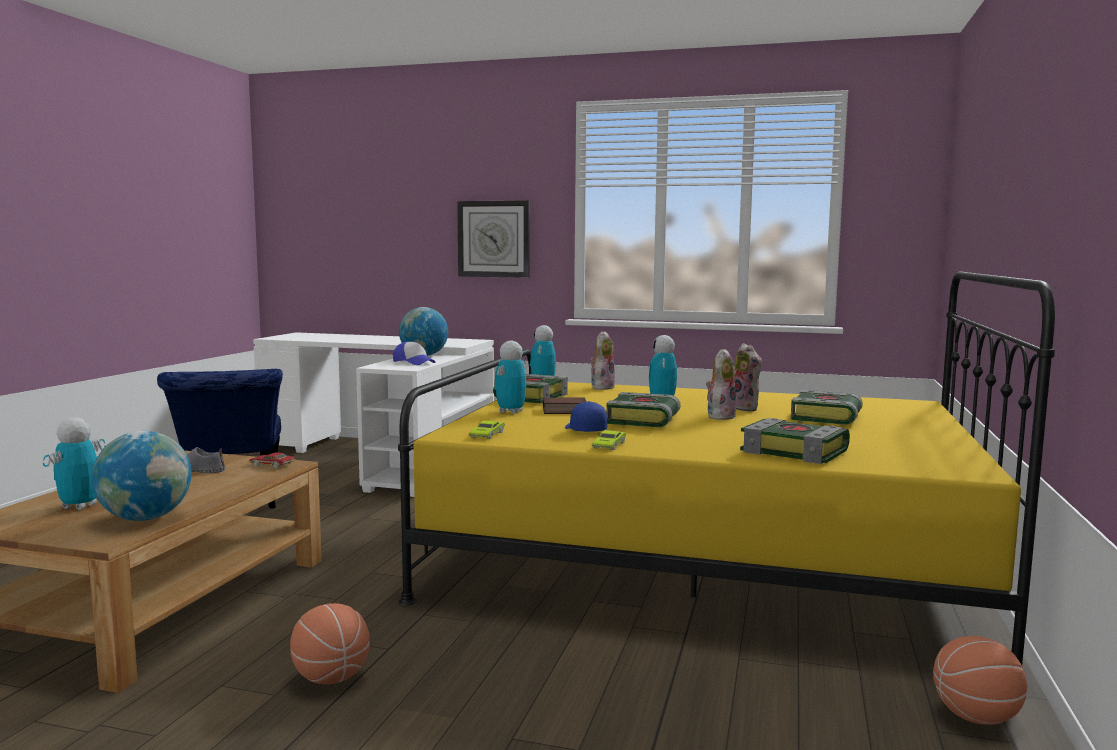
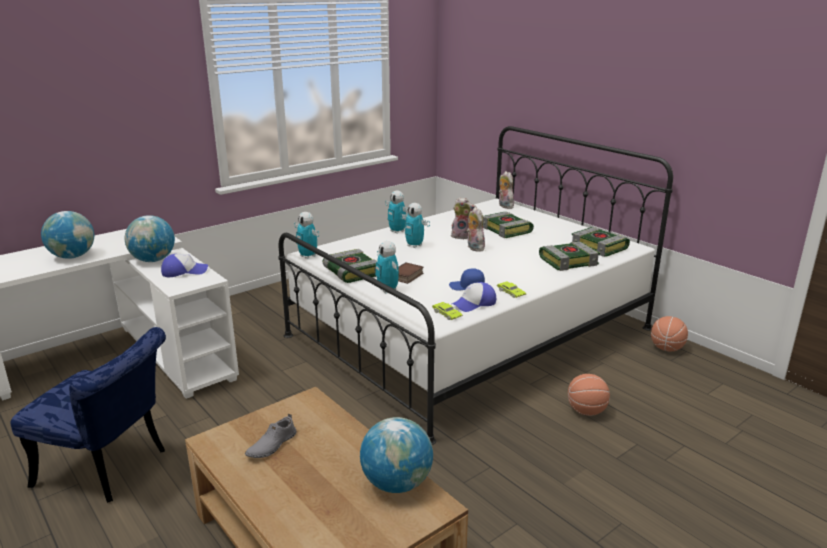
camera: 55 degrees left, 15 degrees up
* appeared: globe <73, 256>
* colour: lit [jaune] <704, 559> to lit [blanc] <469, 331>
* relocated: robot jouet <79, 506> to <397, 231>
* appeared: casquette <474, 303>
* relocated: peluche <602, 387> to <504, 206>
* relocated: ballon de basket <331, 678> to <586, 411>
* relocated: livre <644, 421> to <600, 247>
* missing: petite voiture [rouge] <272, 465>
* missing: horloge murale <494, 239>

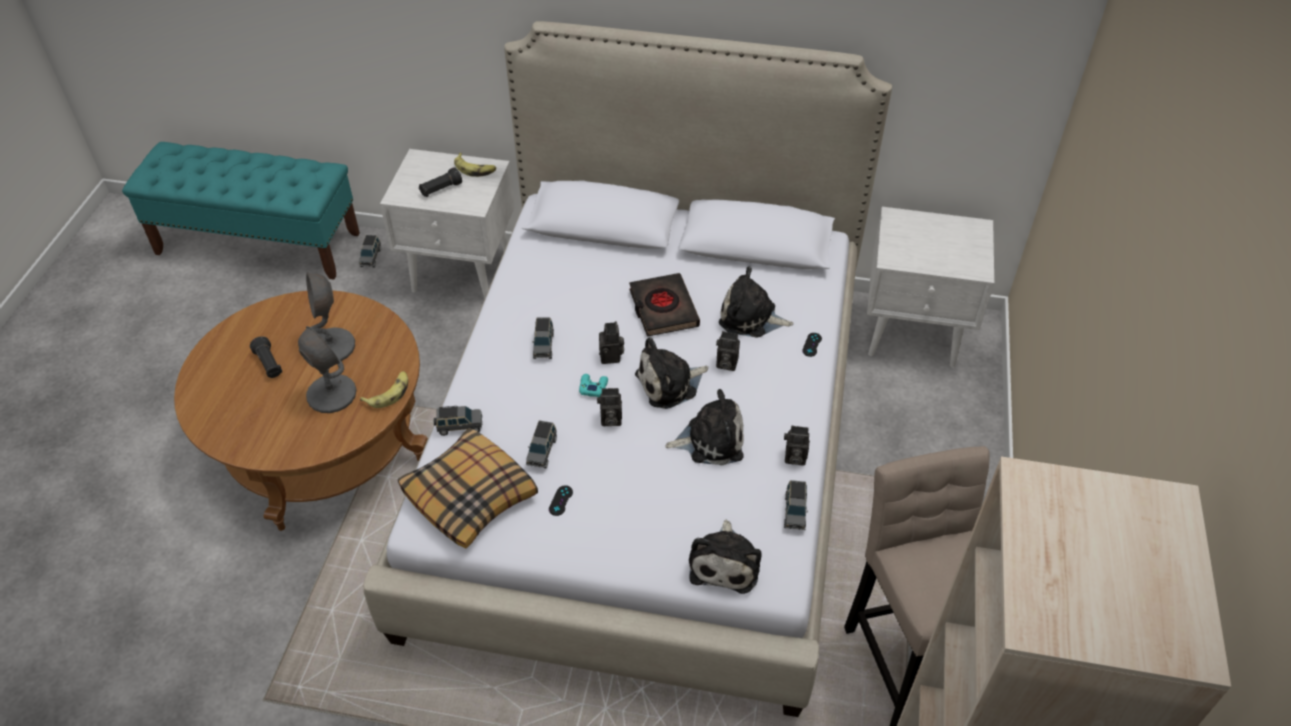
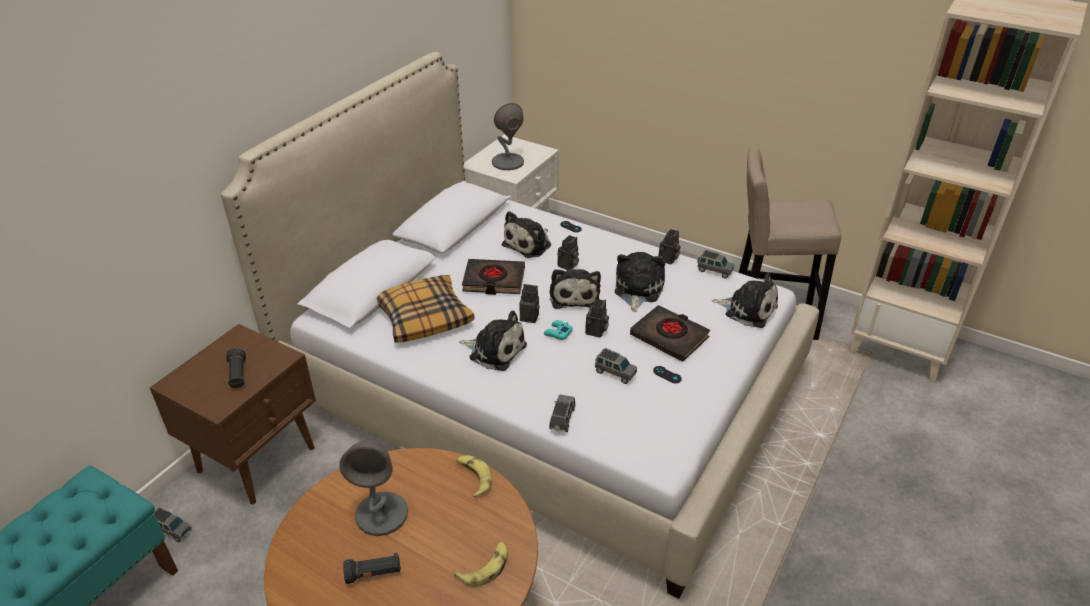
camera: 70 degrees left, 10 degrees down
* colour: table de chevet [blanc] <462, 272> to table de chevet [marron] <258, 458>
* relocated: coussin <470, 495> to <424, 317>
* relocated: banane <475, 169> to <486, 567>
* exchanged: petite voiture [gris] <543, 345> to peluche <495, 350>
* relocated: lampe de table [gris] <331, 394> to <507, 162>
* appeared: livre [noir] <669, 337>

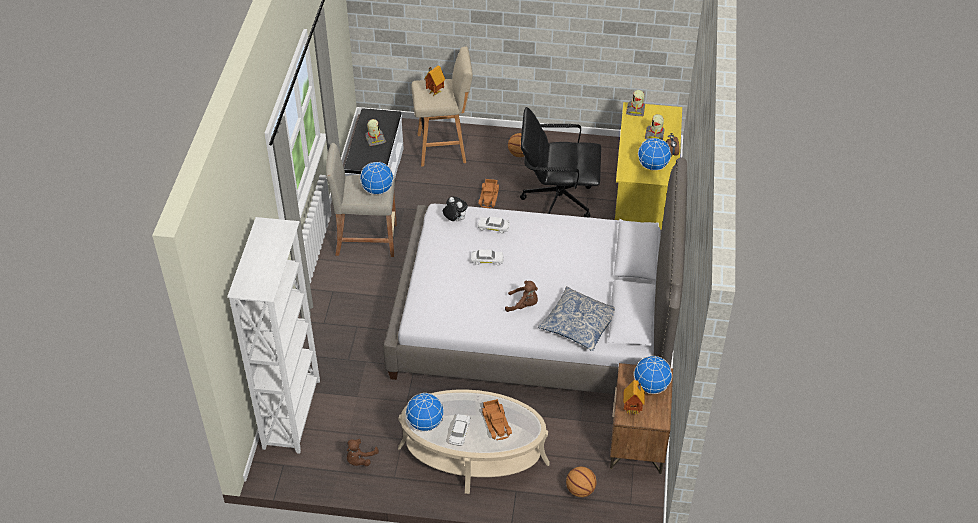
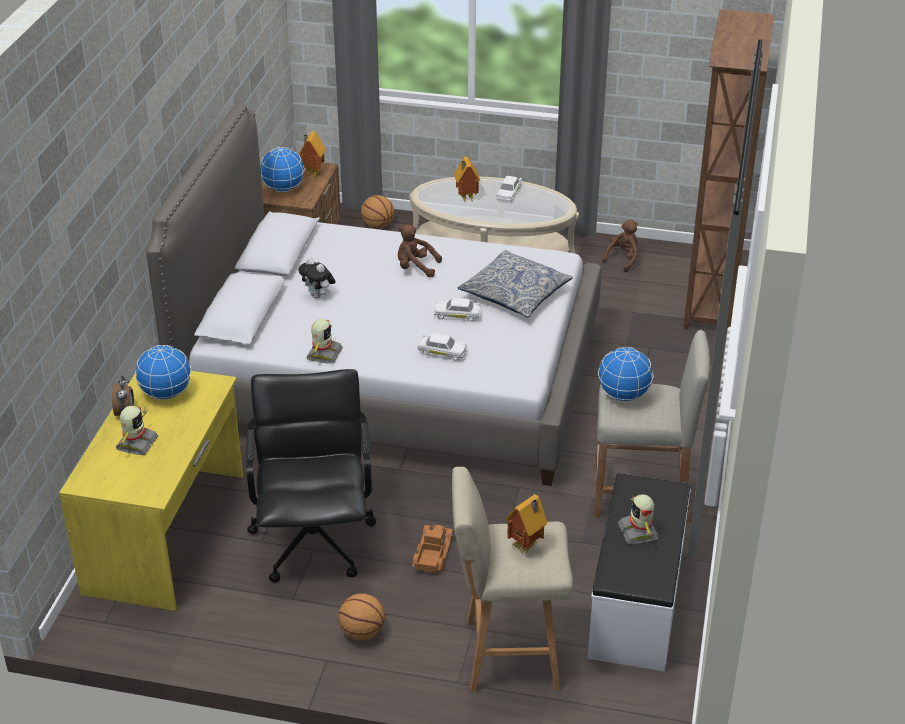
camera: 175 degrees left, 10 degrees down
* spun: chaise de bureau [noir] <557, 200> = <314, 540> 105 degrees counterclockwise
* relocated: peluche <455, 220> to <318, 295>
* relocated: robot jouet <636, 110> to <323, 354>
* exchanged: camion jouet <497, 423> to maison miniature <466, 198>
* relocated: coussin <579, 324> to <515, 293>
* colour: bibliothèque [blanc] <293, 413> to bibliothèque [marron] <710, 300>
* missing: globe <425, 423>

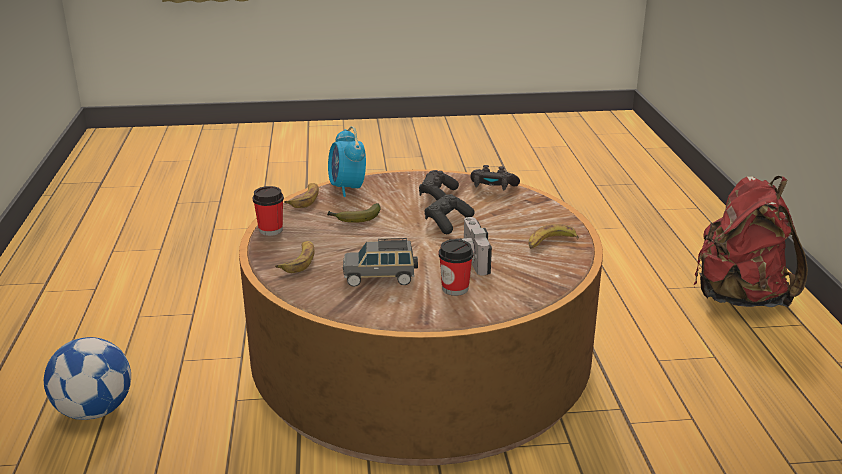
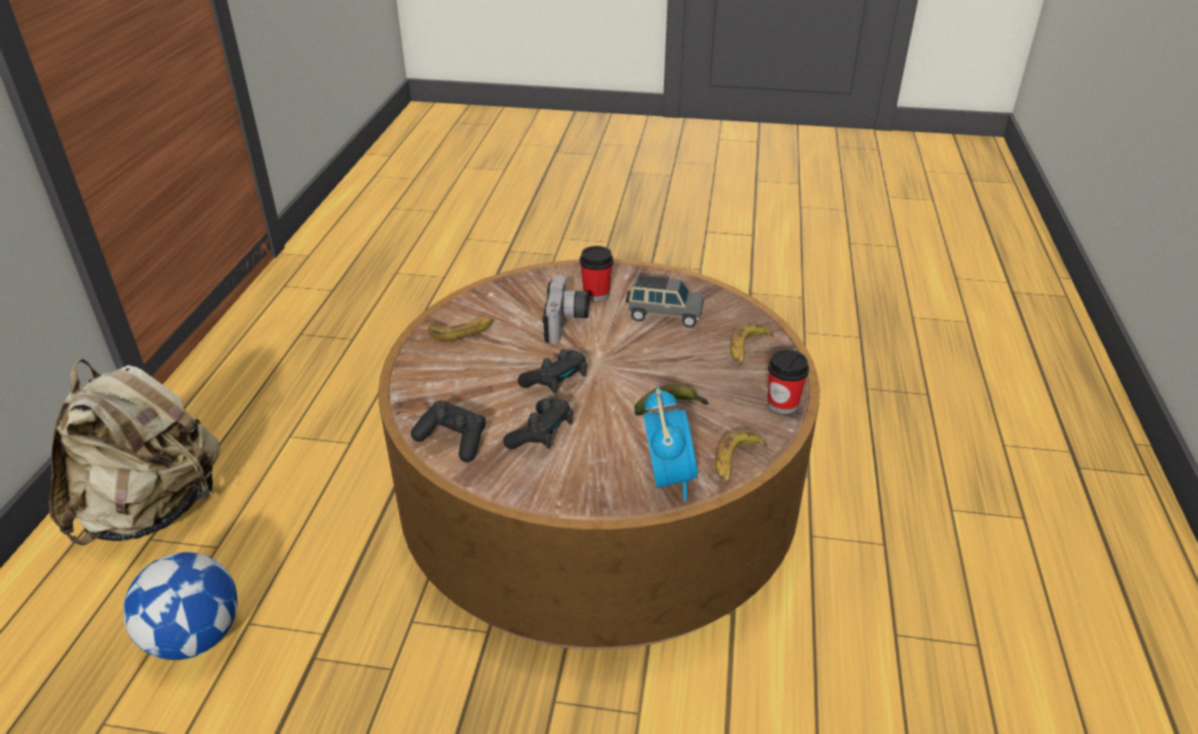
camera: 165 degrees left, 10 degrees up
* colour: sac à dos [rouge] <739, 297> to sac à dos [beige] <153, 511>
* relocated: ballon de foot <95, 410> to <195, 638>

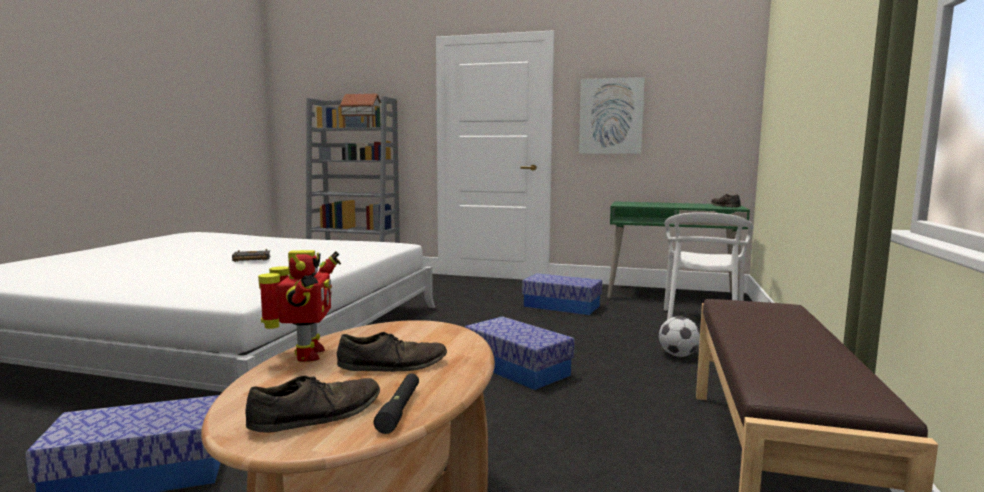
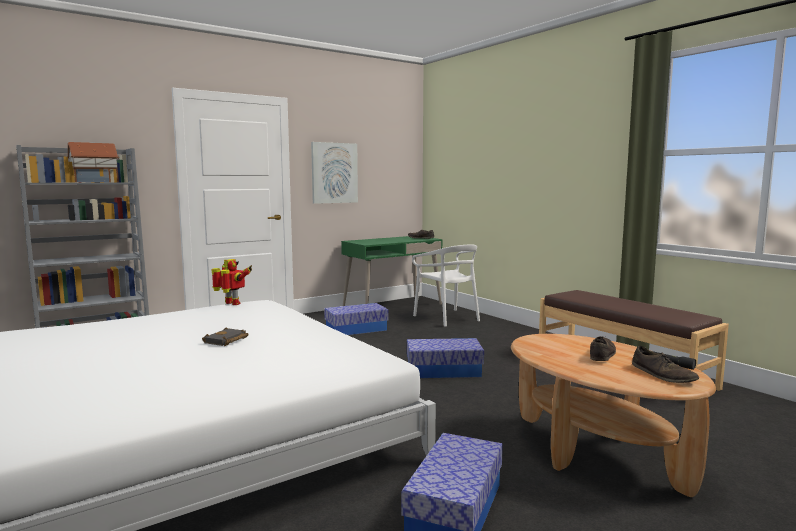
camera: 50 degrees left, 0 degrees up
* relocated: robot jouet <306, 355> to <231, 304>
* spun: chaussure [marron] <317, 415> = <663, 375> 150 degrees clockwise
* missing: ballon de foot <678, 355>

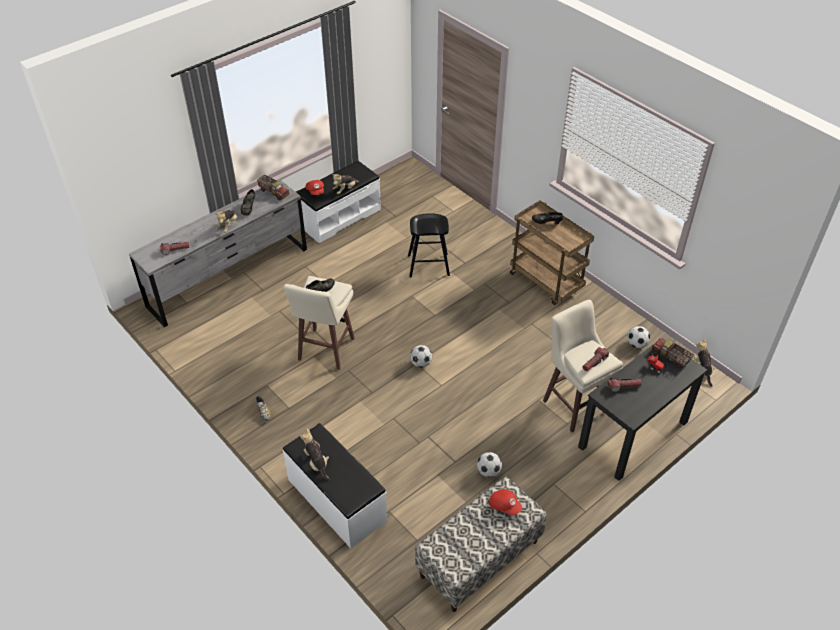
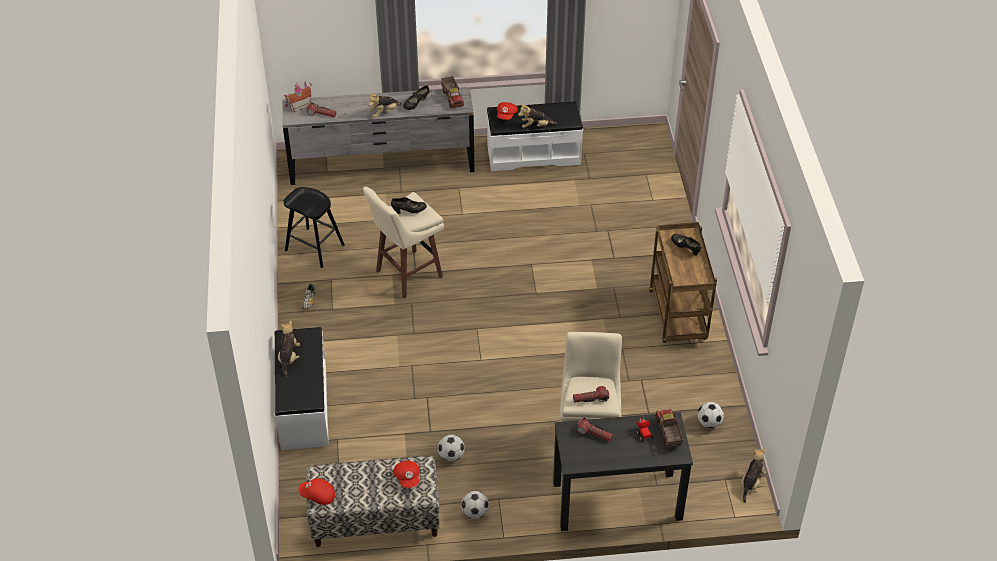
camera: 35 degrees right, 0 degrees up
* relocated: tabouret [noir] <428, 265> to <314, 247>
* appeared: maison miniature <299, 106>
* appeared: casquette [rouge] <317, 496>
* relocated: ballon de foot <421, 363> to <475, 512>

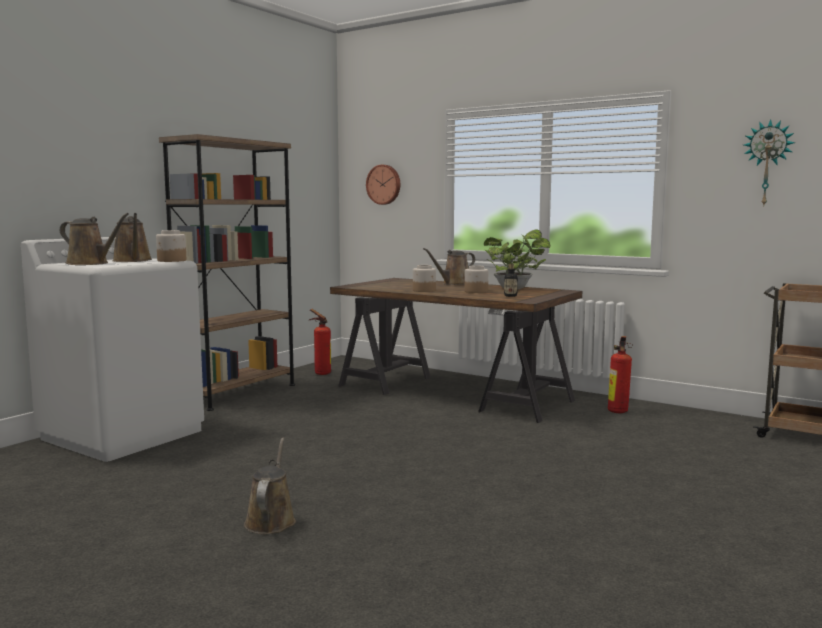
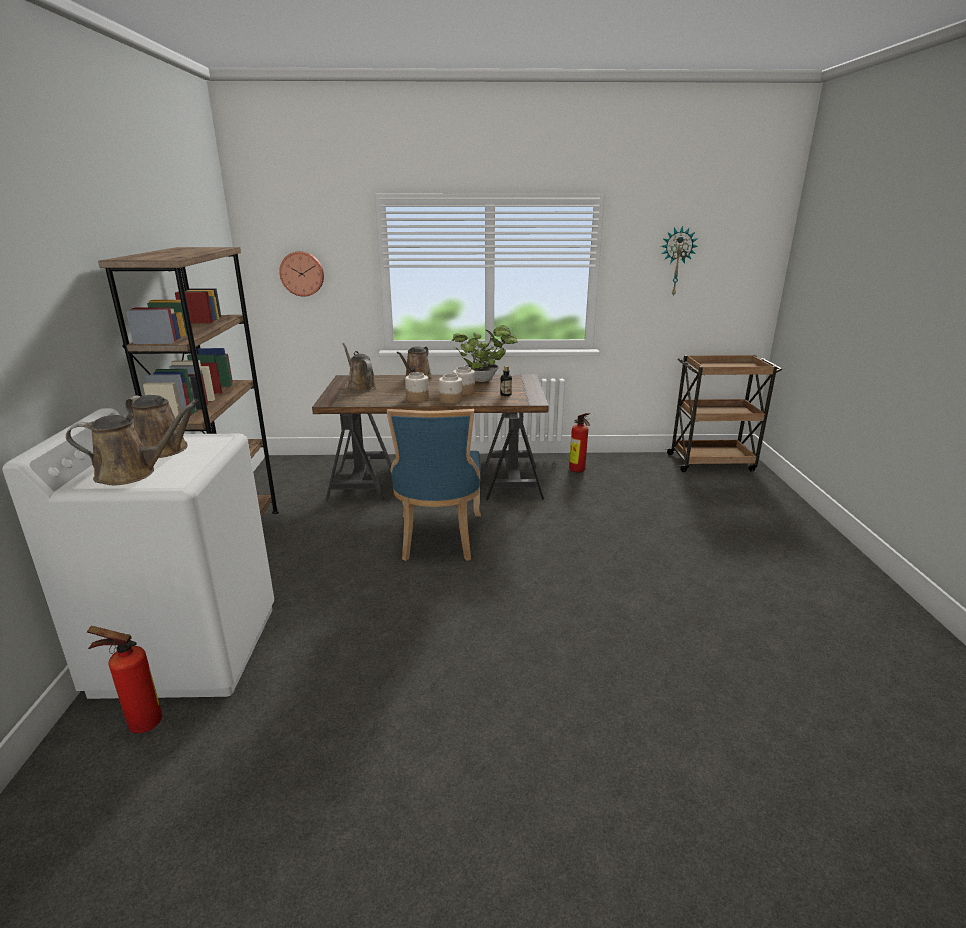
camera: 35 degrees left, 15 degrees up
* relocated: extincteur <320, 373> to <140, 723>
* relocated: arrosoir [marron] <271, 520> to <360, 386>
* appeared: chaise [bleu] <439, 538>
* relocated: bocal <171, 260> to <451, 400>

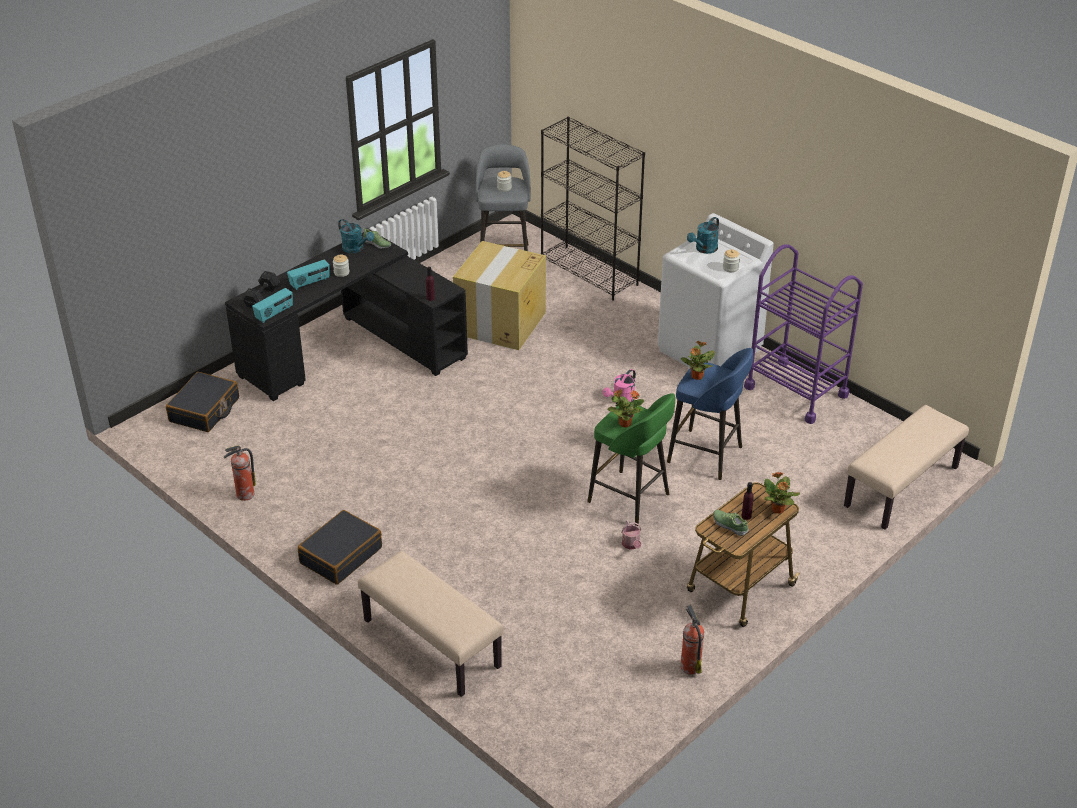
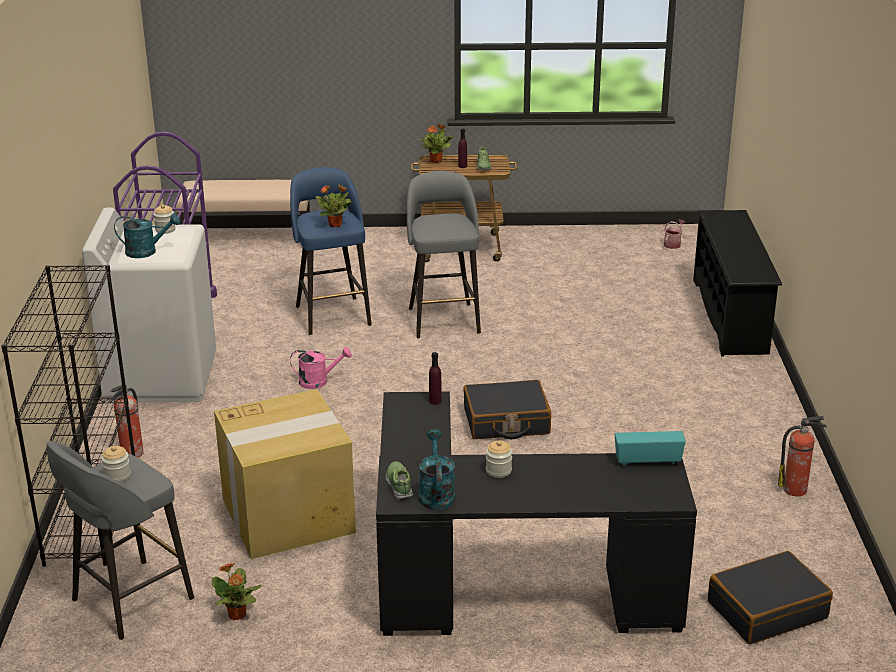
camera: 135 degrees left, 10 degrees down
* relocated: extincteur <690, 666> to <131, 454>
* relocated: plante en pot <624, 423> to <237, 615>
* colour: tabouret [vert] <630, 499> to tabouret [gris] <443, 319>
* relocated: valise [noir] <340, 555> to <506, 422>
* relocated: arrosoir <631, 545> to <673, 244>
* exchanged: banc [beige] <430, 644> to étagère à chaussures [noir] <731, 316>
* missing: haltère [noir] <263, 297>
* missing: radio <310, 283>

